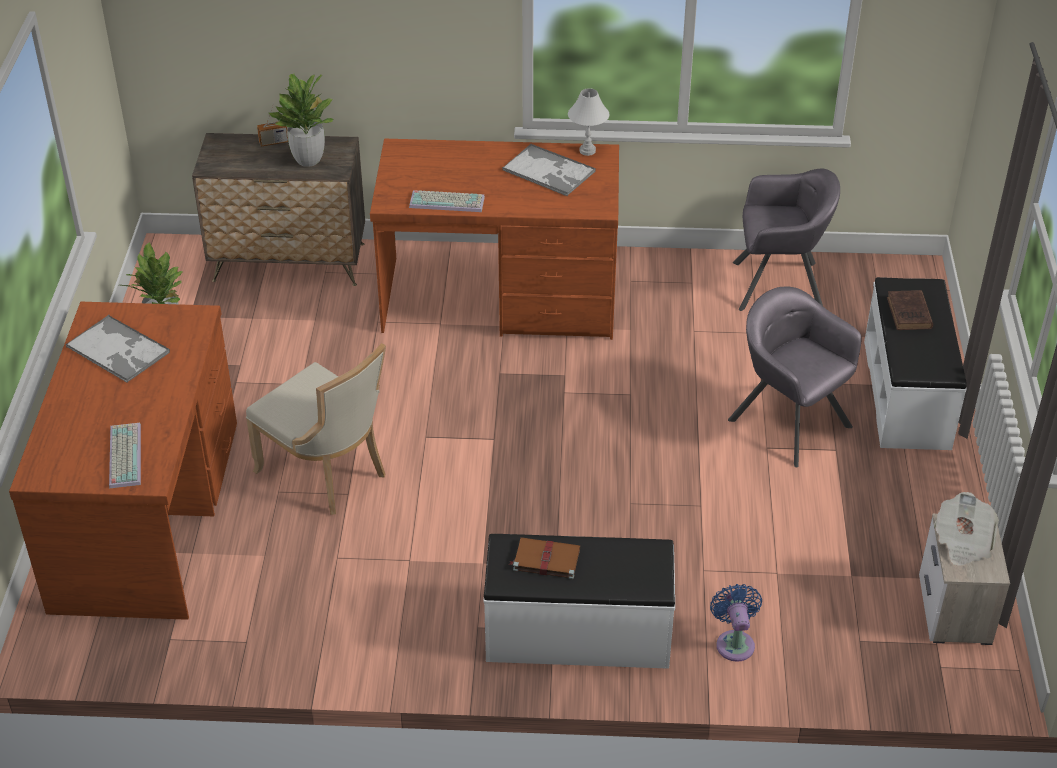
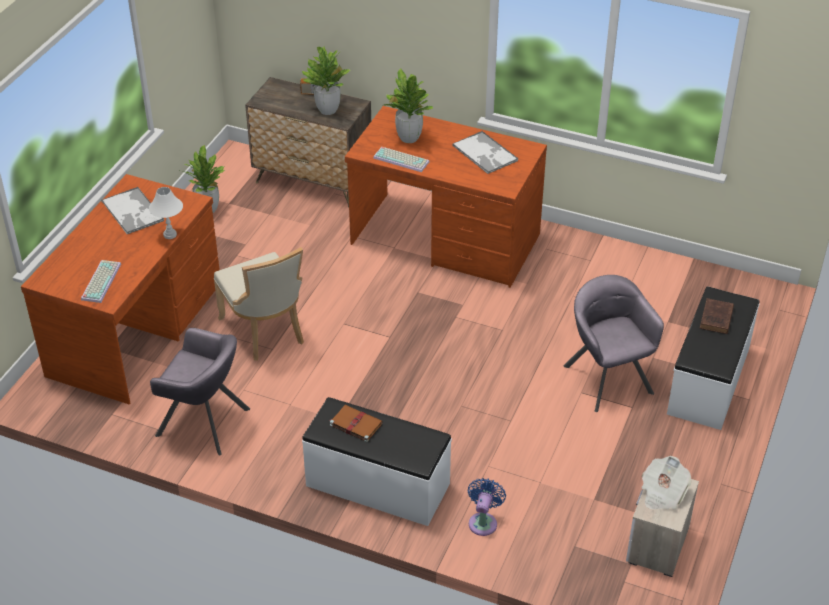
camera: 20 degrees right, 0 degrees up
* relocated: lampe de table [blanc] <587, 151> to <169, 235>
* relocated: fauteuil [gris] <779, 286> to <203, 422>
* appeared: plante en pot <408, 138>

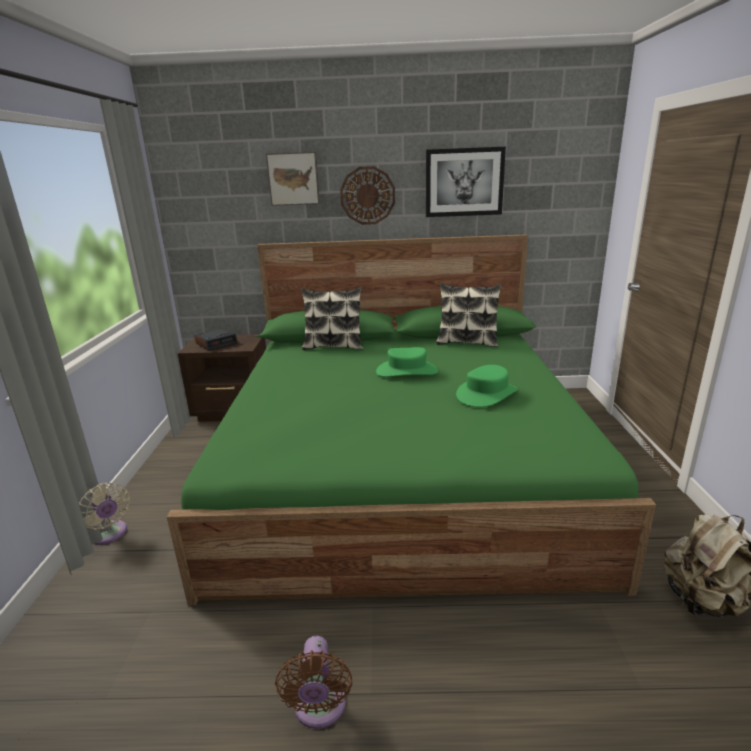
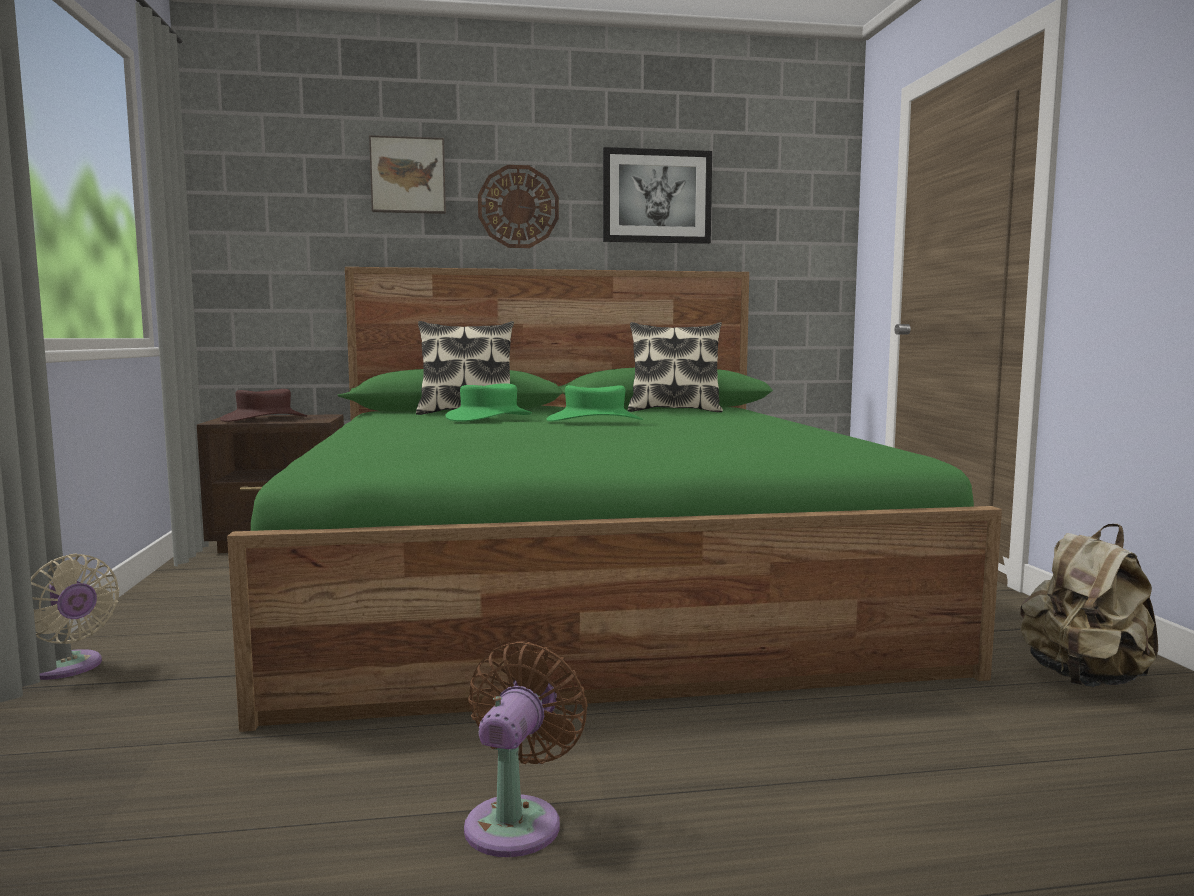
camera: 10 degrees left, 15 degrees down
* exchanged: réveil <217, 343> to chapeau [marron] <264, 419>
* relocated: chapeau [vert] <486, 394> to <489, 418>
* spun: ventilateur [marron] <319, 709> = <517, 821> 150 degrees counterclockwise

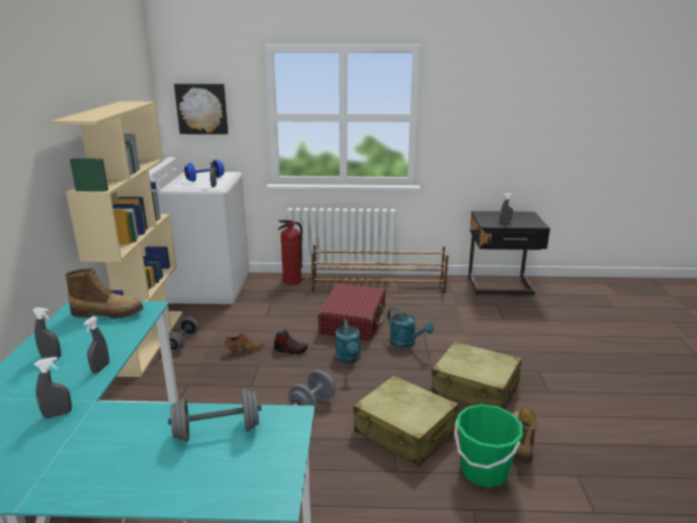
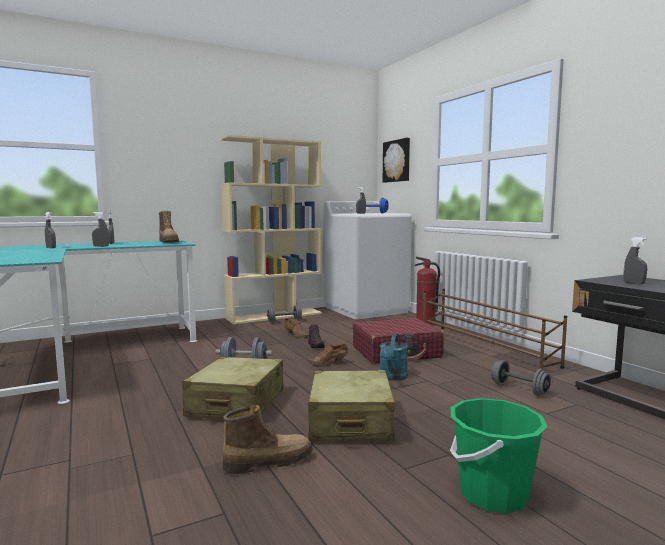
camera: 60 degrees right, 15 degrees down
* exchanged: arrosoir [turquoise] <349, 359> to chaussure [marron] <329, 363>
* relocated: seau [vert] <483, 471> to <492, 494>
* relocated: haltère [gris] <217, 431> to <519, 389>

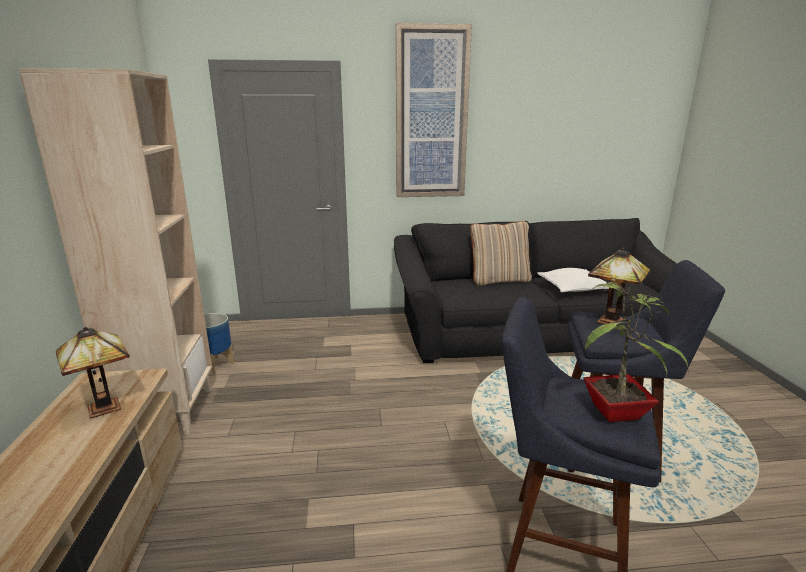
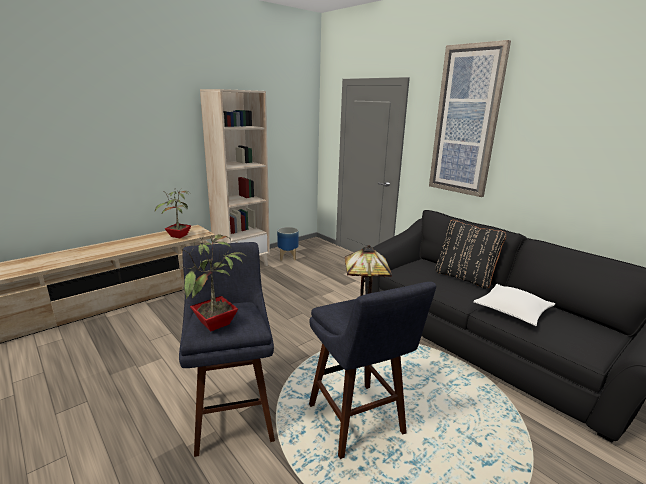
camera: 55 degrees right, 0 degrees up
* exchanged: lampe de table <107, 406> to plante en pot <178, 236>
* colour: coussin [beige] <499, 280> to coussin [noir] <464, 277>

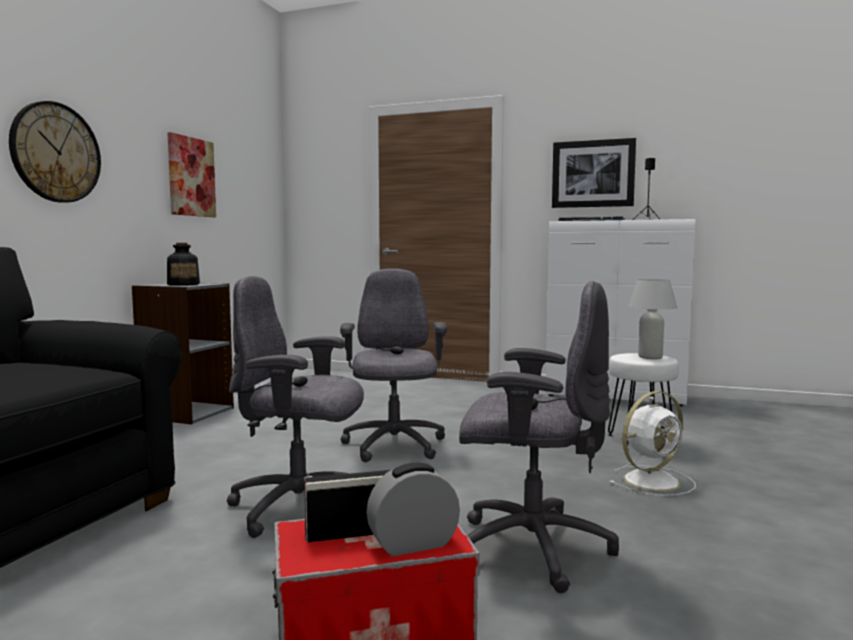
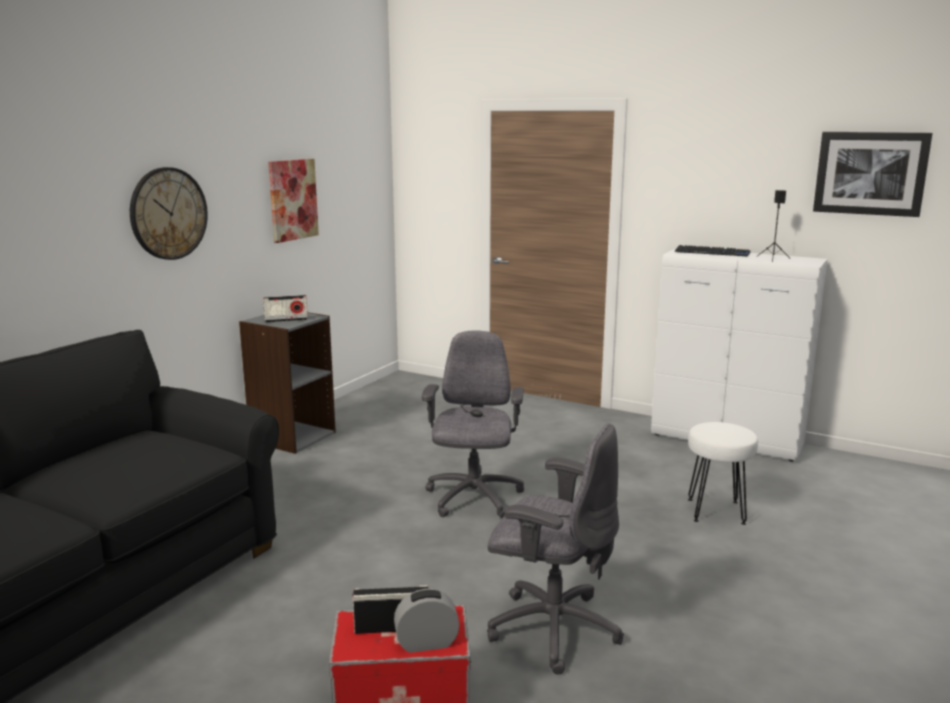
camera: 10 degrees right, 10 degrees up
* exchanged: bouteille <183, 284> to radio <286, 320>
* relocated: tableau <593, 174> to <870, 173>
* missing: chaise de bureau [gris] <300, 508>
* missing: ventilateur [blanc] <653, 480>
* missing: lampe de table [blanc] <650, 357>

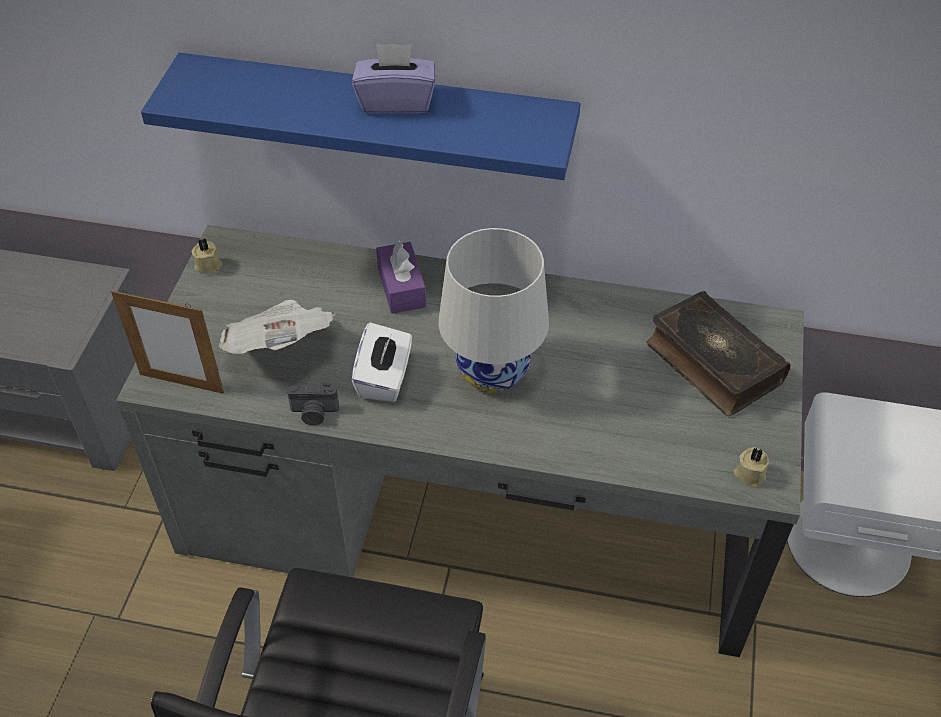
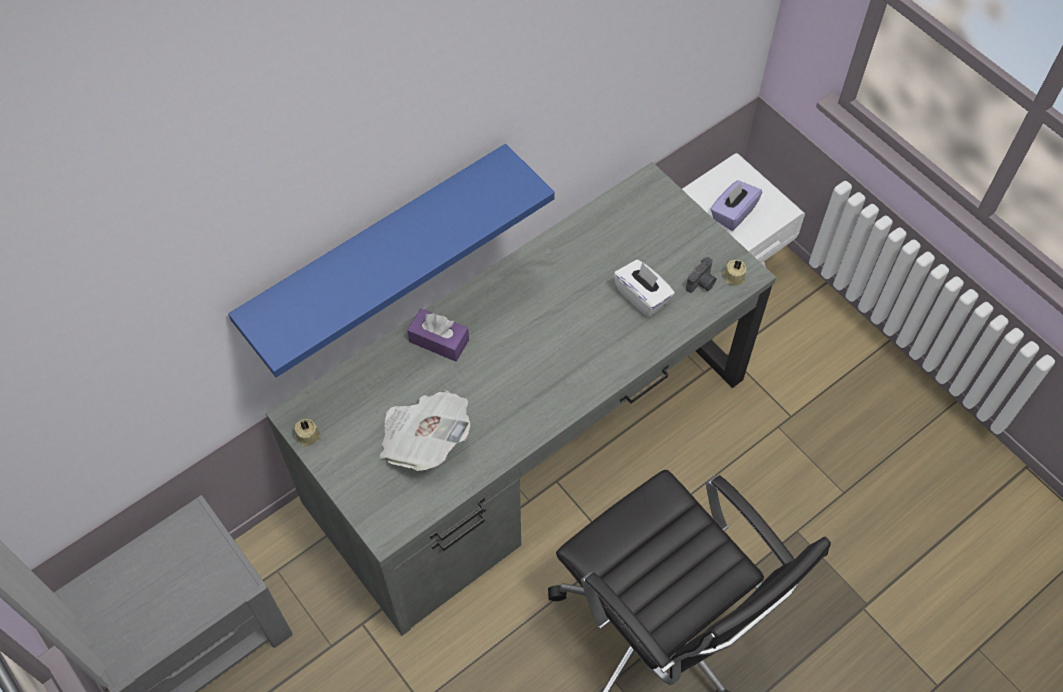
camera: 50 degrees left, 10 degrees up
* relocated: boîte à mouchoirs [blanc] <384, 378> to <642, 296>
* relocated: appareil photo <314, 413> to <702, 283>
* relocated: boîte à mouchoirs [violet] <396, 101> to <733, 213>
* missing: cadre photo <181, 383>
* missing: lampe de table [blanc] <493, 371>
* missing: livre <712, 363>

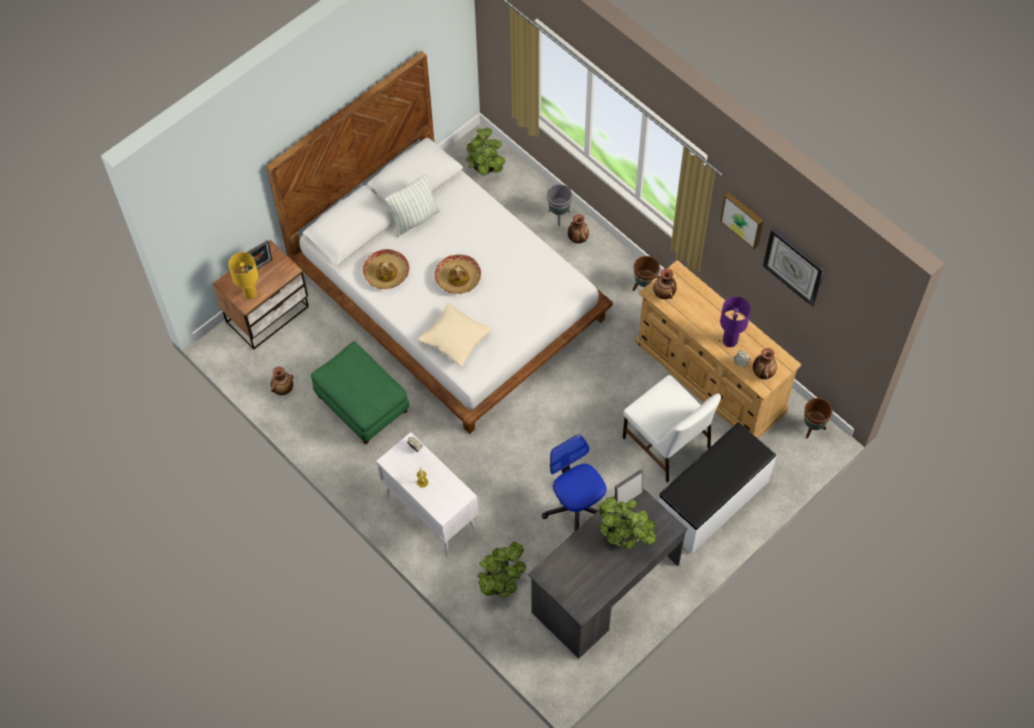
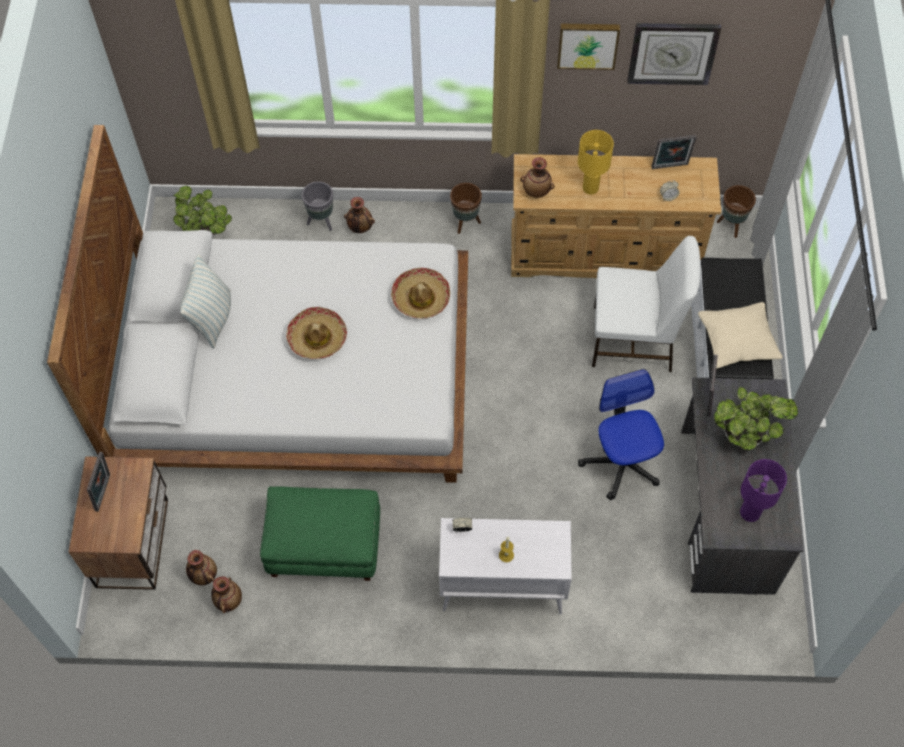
camera: 45 degrees left, 0 degrees up
* relocated: vase <763, 372> to <203, 575>
* relocated: chapeau <386, 273> to <421, 298>
* relocated: lampe de table [jaune] <250, 293> to <590, 187>
* spun: chaise de bureau <576, 507> = <622, 462> 60 degrees clockwise
* appeared: cadre photo <670, 167>
* relocated: coussin [beige] <455, 339> to <737, 341>
* relocated: lampe de table [violet] <730, 340> to <749, 512>
* missing: plante en pot <501, 582>

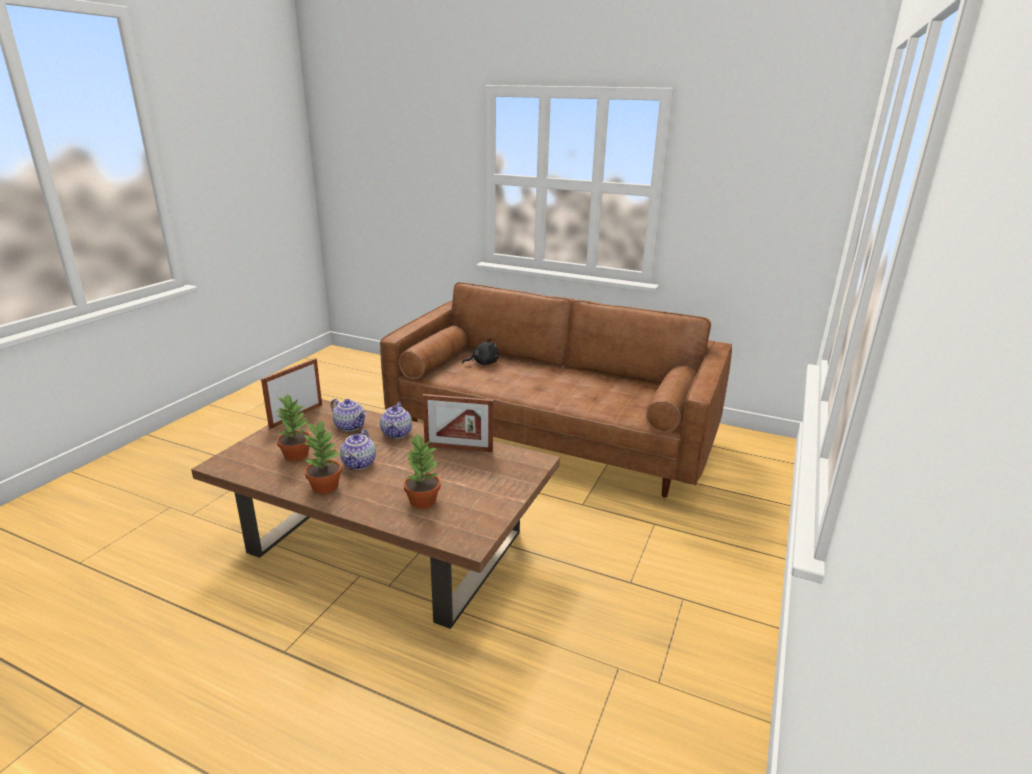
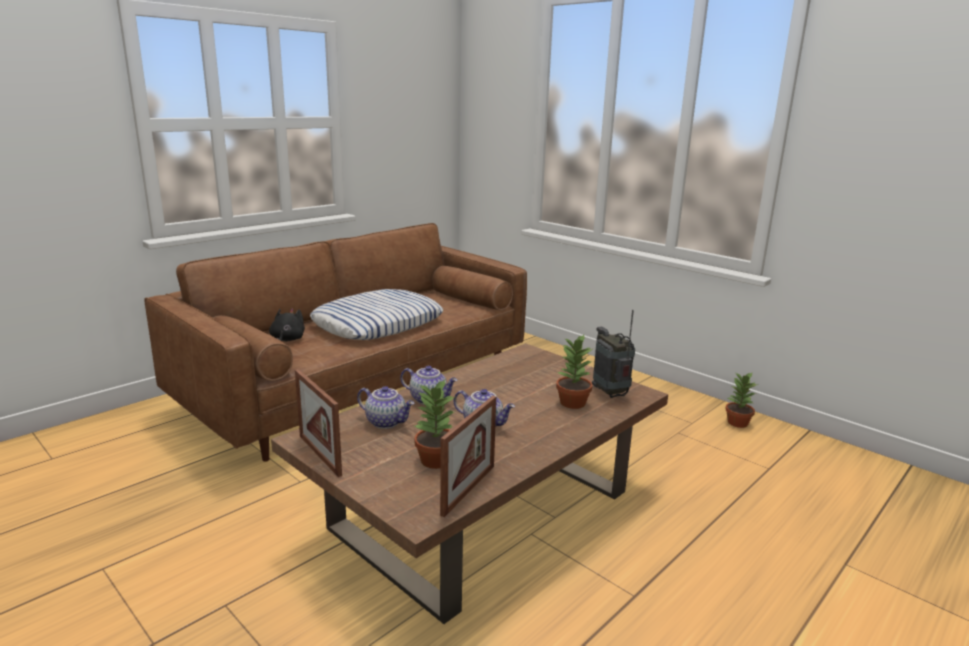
camera: 70 degrees left, 5 degrees down
* appeared: coussin <378, 323>
* spun: théière <350, 426> = <386, 422> 60 degrees clockwise
* relocated: cadre photo <458, 448> to <468, 489>
* appeared: radio <610, 393>
* relocated: plante en pot <325, 486> to <737, 423>

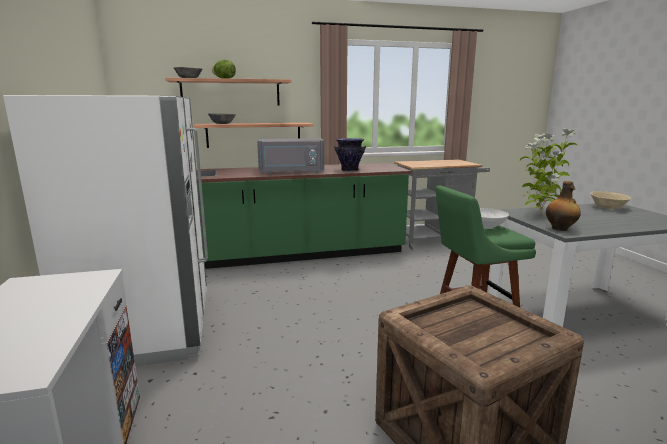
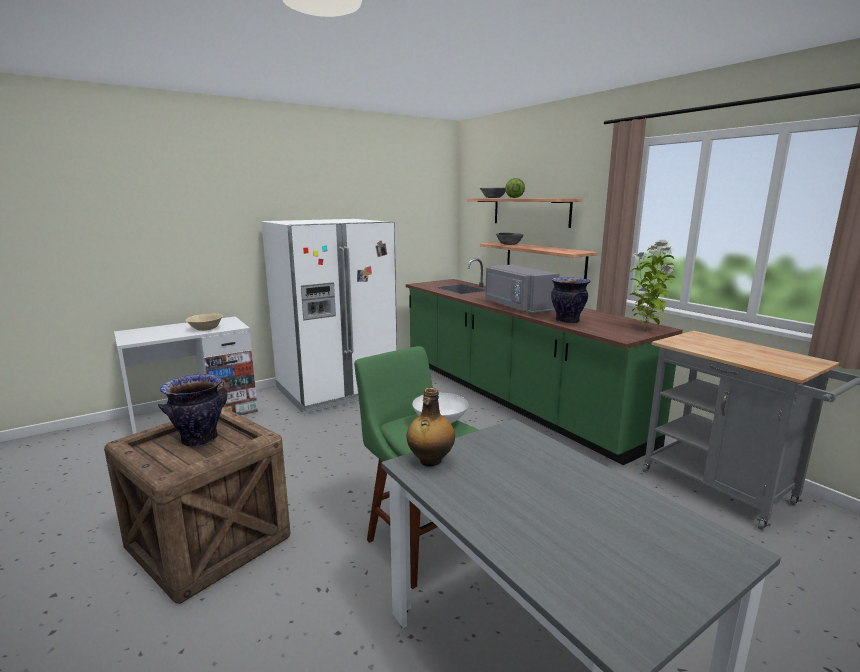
camera: 70 degrees right, 0 degrees up
* appeared: vase <199, 439>
* relocated: bol [beige] <607, 207> to <206, 329>
* relocated: plante en pot <539, 214> to <645, 329>

